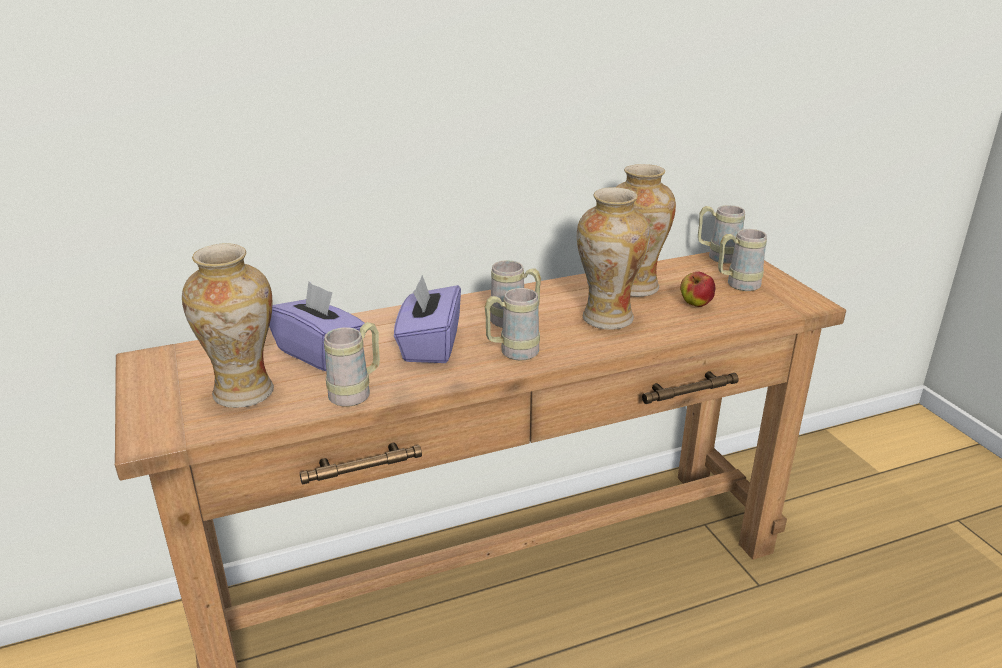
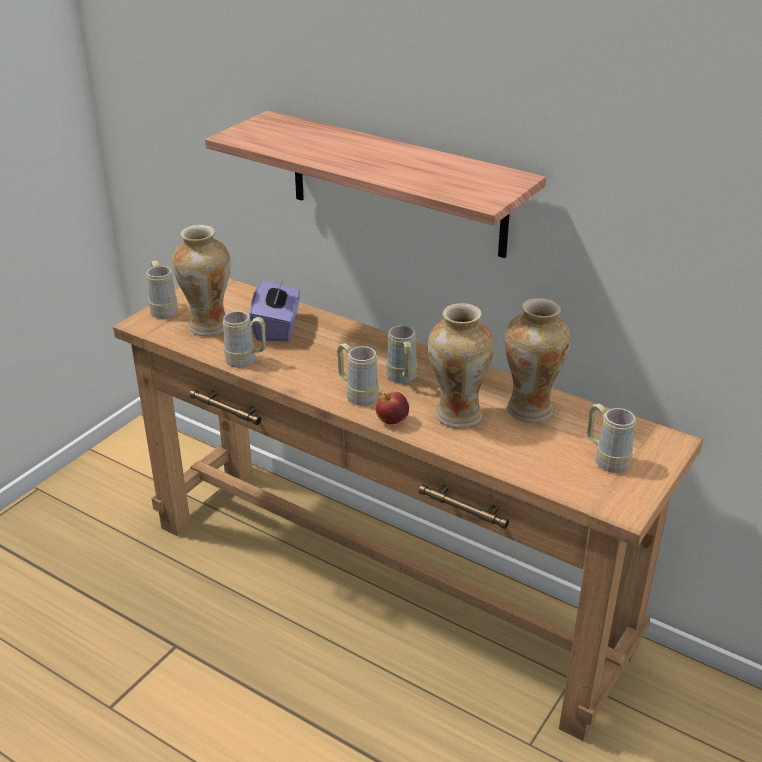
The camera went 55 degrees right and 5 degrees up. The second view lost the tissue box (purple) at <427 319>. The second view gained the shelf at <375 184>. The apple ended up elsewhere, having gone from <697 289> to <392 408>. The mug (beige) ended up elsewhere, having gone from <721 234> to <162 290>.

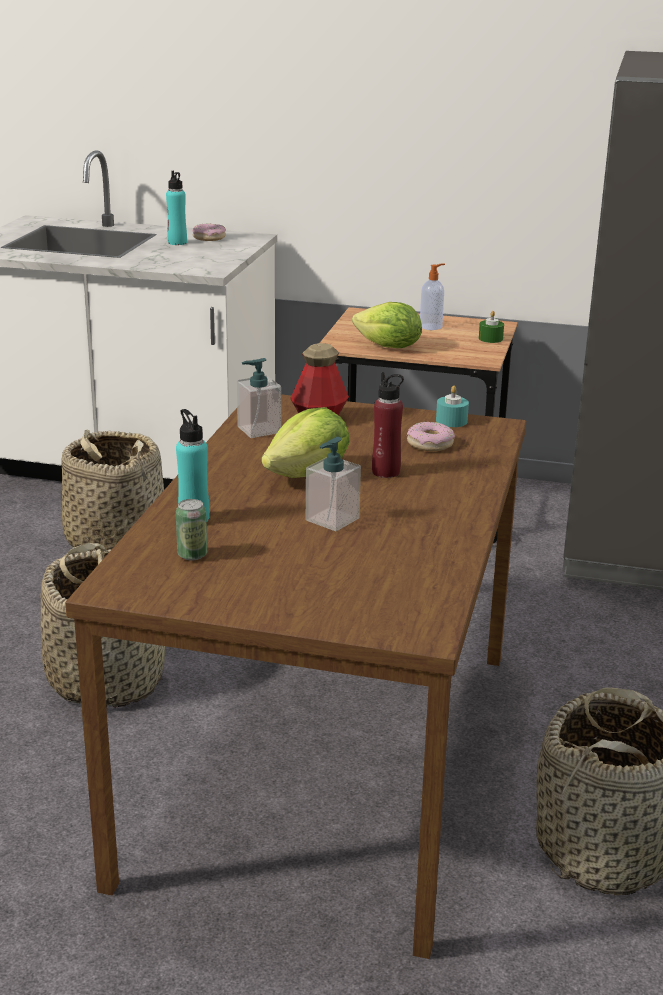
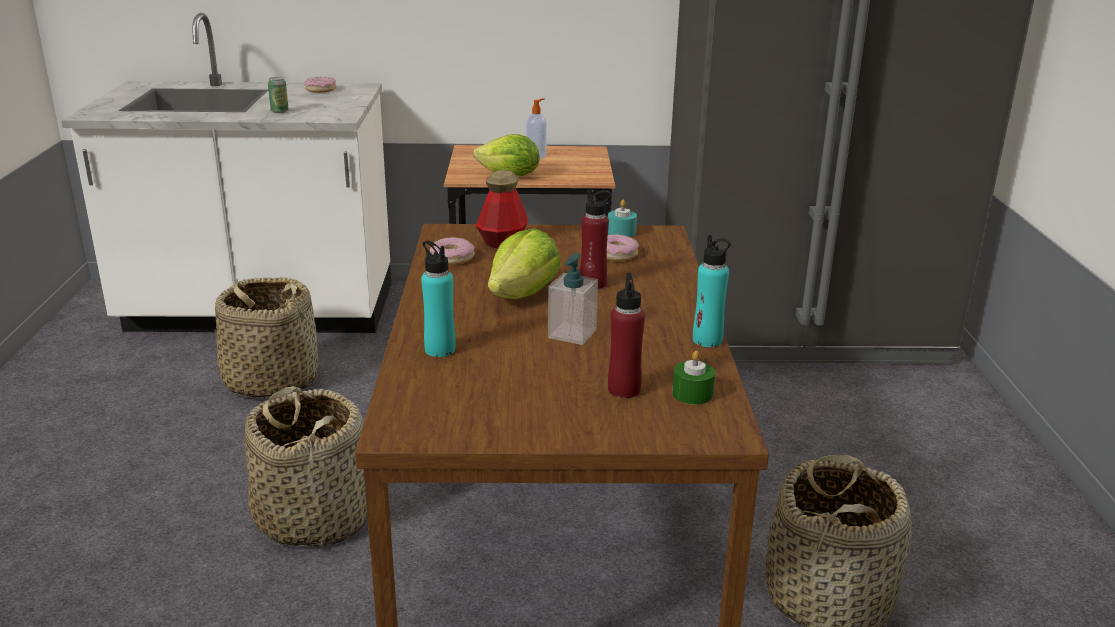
The camera went 15 degrees left and 0 degrees up. The second view gained the bottle (red) at <626 335>. The bottle (turquoise) ended up elsewhere, having gone from <176 208> to <712 291>. The can ended up elsewhere, having gone from <191 529> to <278 95>. The candle (green) ended up elsewhere, having gone from <491 327> to <693 378>. Where the soap dispenser stood at <259 398>, the donut came to stand at <452 251>.

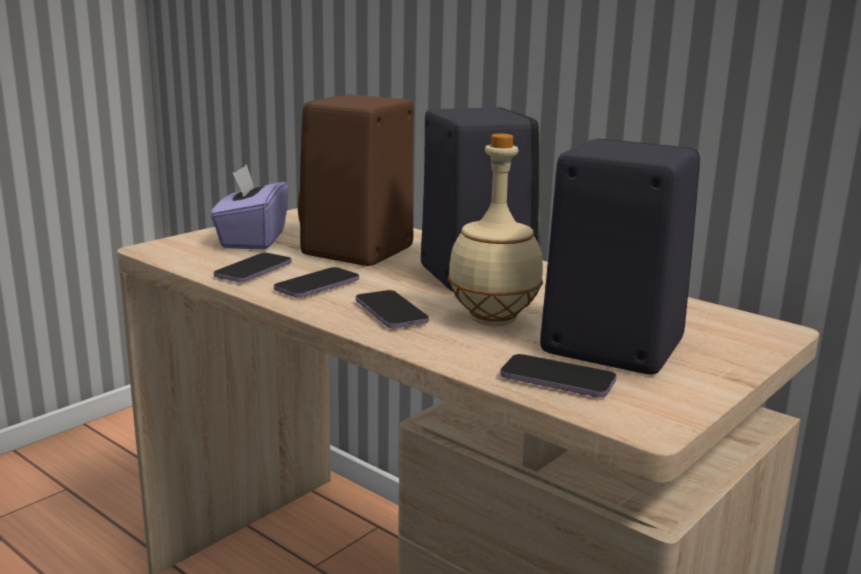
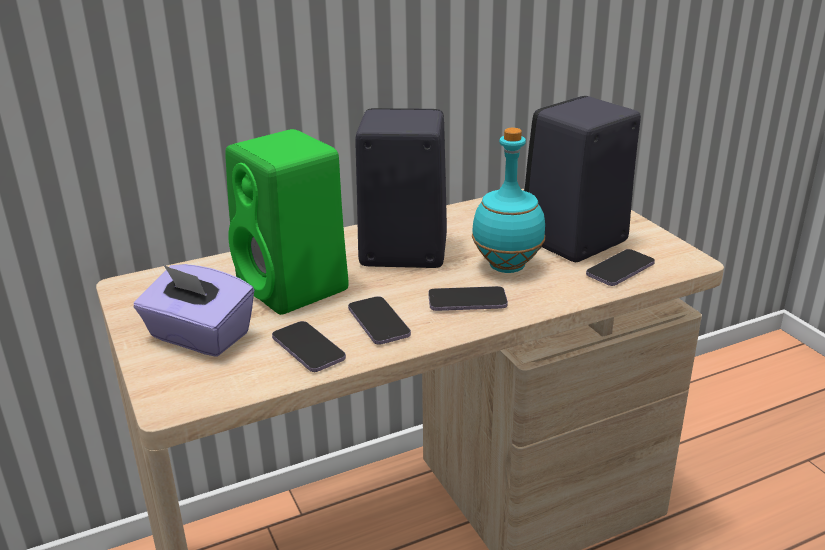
The camera went 65 degrees left and 10 degrees up. What was the speaker (brown) at <356 180> turned into the speaker (green) at <287 222>. What was the bottle (beige) at <495 230> turned into the bottle (turquoise) at <508 200>.

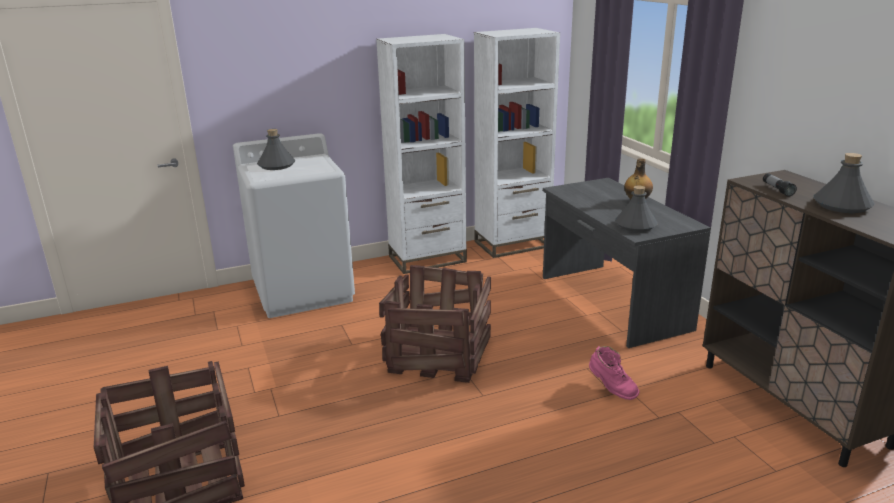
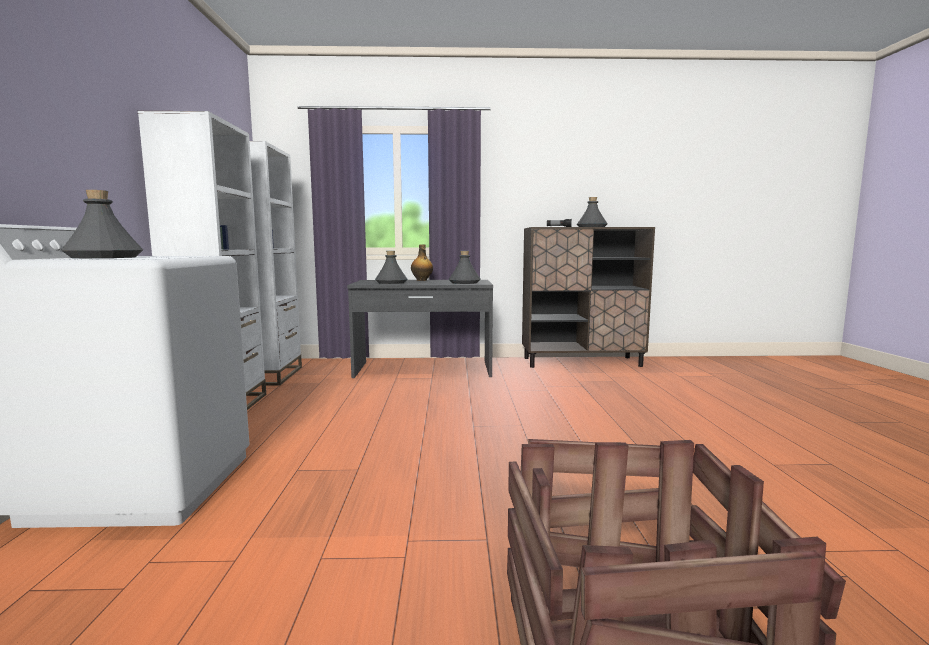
The camera went 70 degrees left and 15 degrees down. The second view lost the crate at <435 324>. The second view lost the boot (pink) at <614 373>. The second view gained the bottle (grey) at <391 267>.

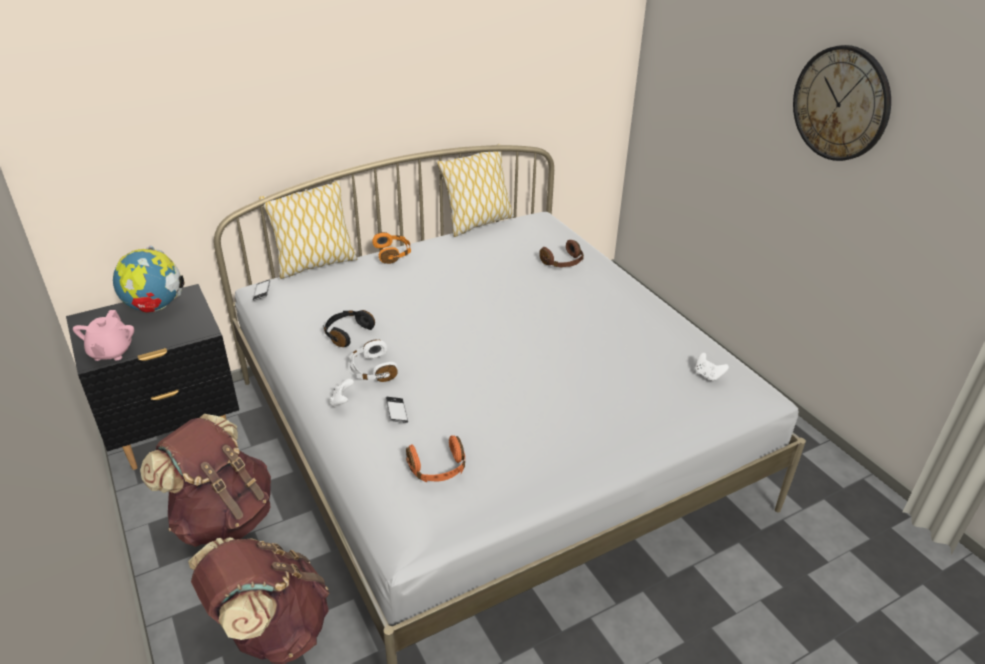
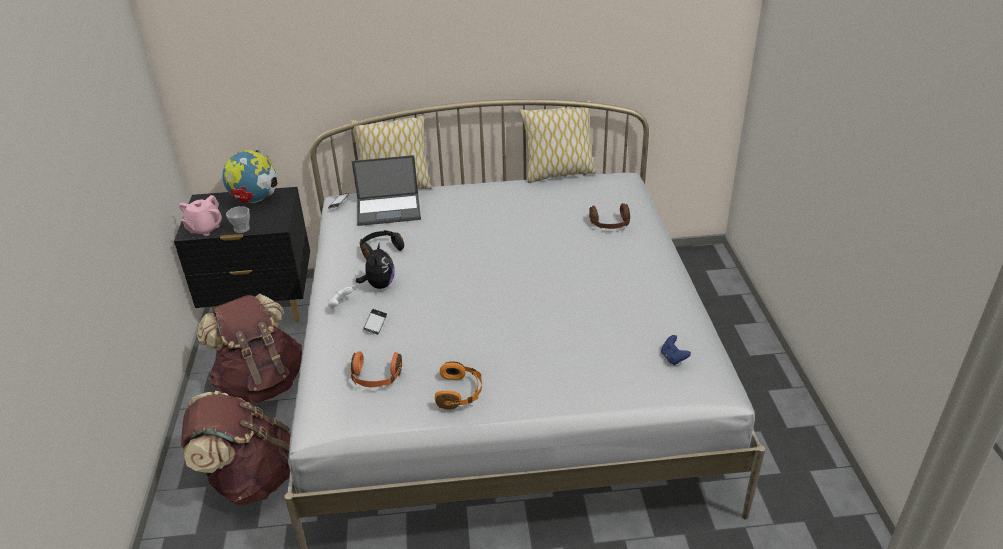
The camera went 25 degrees right and 0 degrees up. The second view lost the wall clock at <842 103>. The second view gained the cup at <238 219>. The second view gained the laptop at <386 190>. The headphones (orange) ended up elsewhere, having gone from <392 248> to <458 385>. Where the headphones (white) stood at <373 361>, the plush toy came to stand at <375 265>. What was the game controller (white) at <712 367> turned into the game controller (blue) at <676 350>.

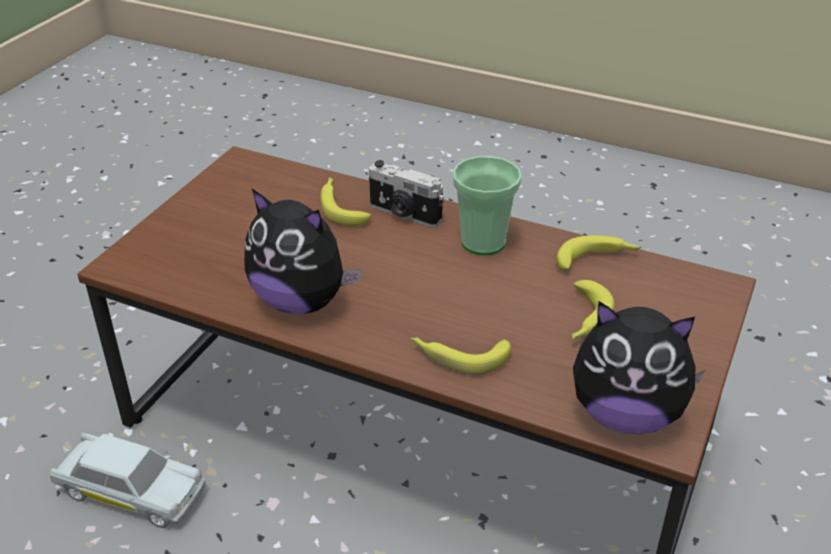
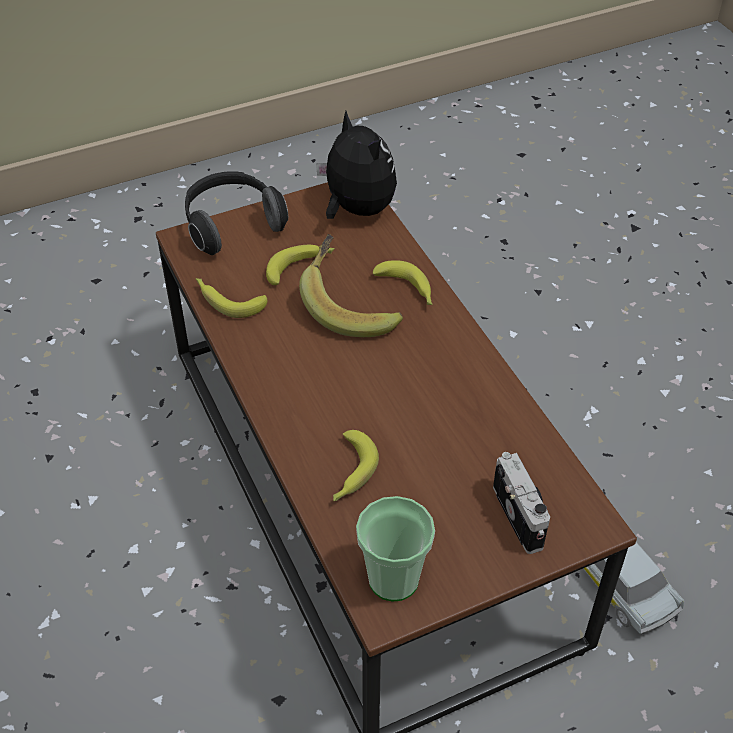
The camera went 140 degrees left and 10 degrees up. The second view lost the plush toy at <303 251>. The second view gained the headphones at <236 213>. The second view gained the banana at <351 285>. The photo camera ended up elsewhere, having gone from <406 194> to <521 503>. The cup ended up elsewhere, having gone from <487 205> to <395 548>.

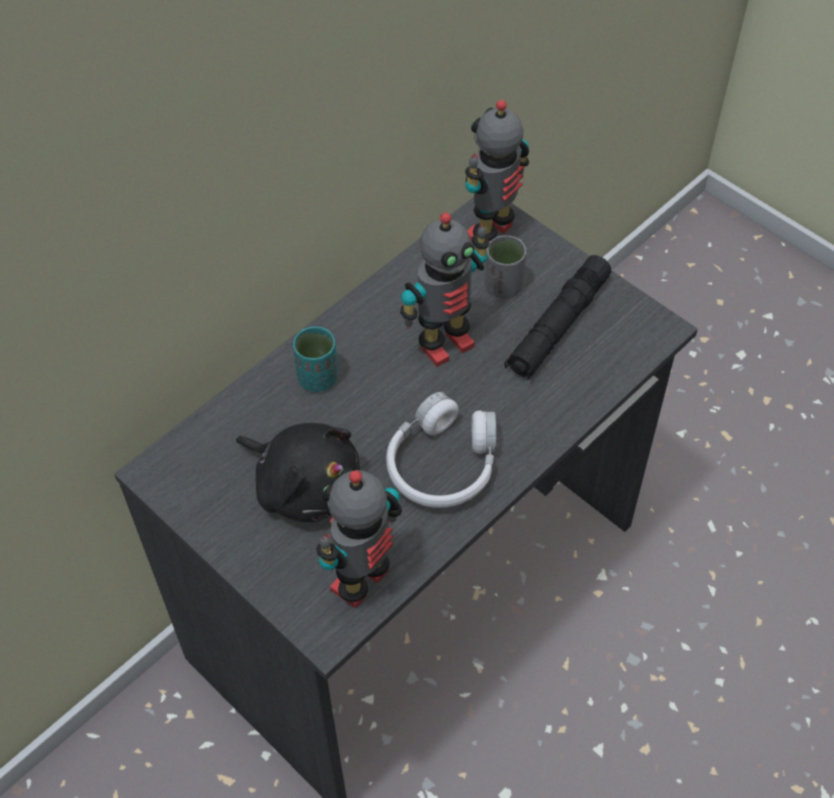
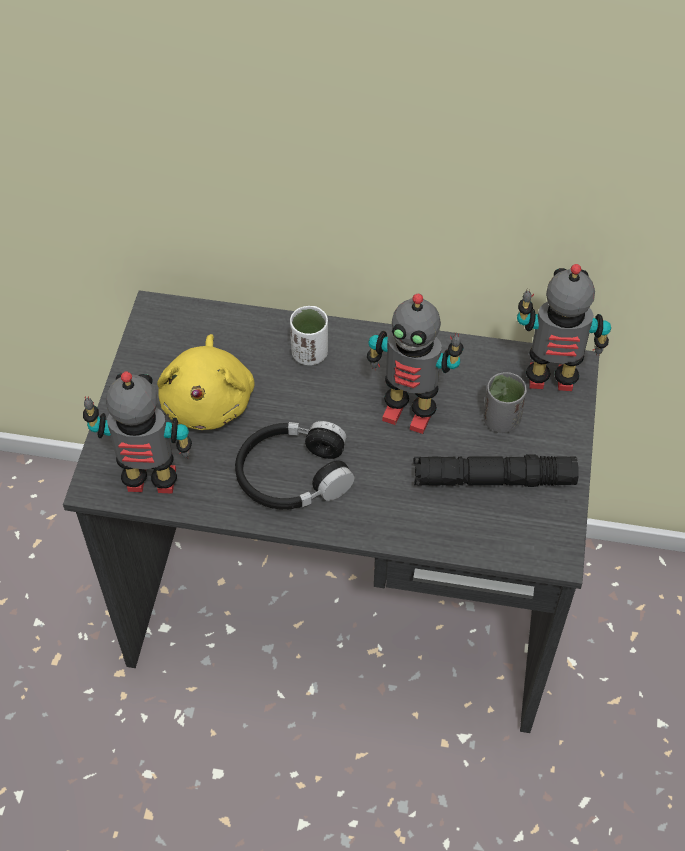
The camera went 55 degrees right and 0 degrees up. What was the plush toy (black) at <298 472> turned into the plush toy (yellow) at <205 382>. What was the cup (turquoise) at <315 359> turned into the cup (white) at <309 335>. What was the headphones (white) at <441 450> turned into the headphones (black) at <294 465>.

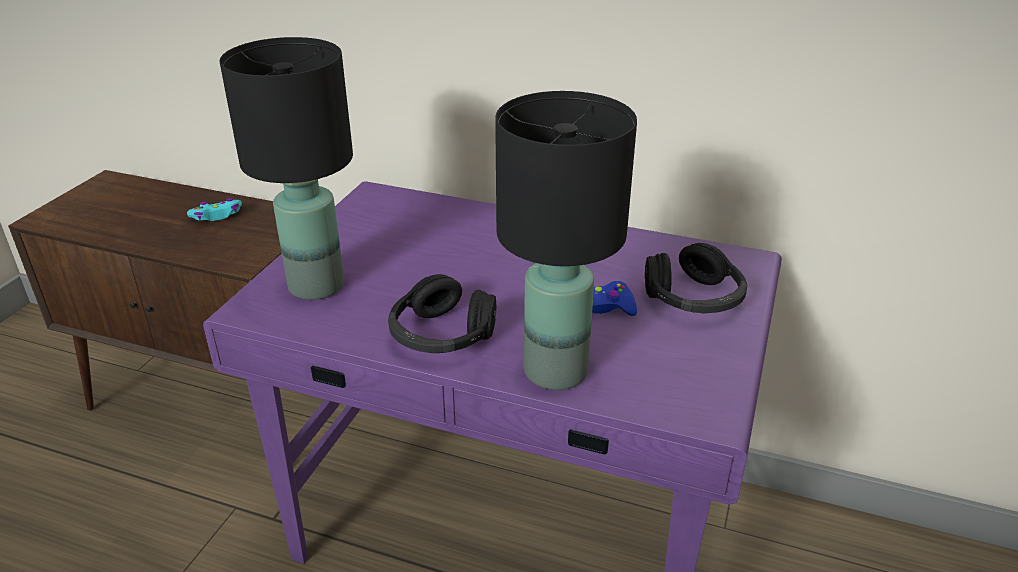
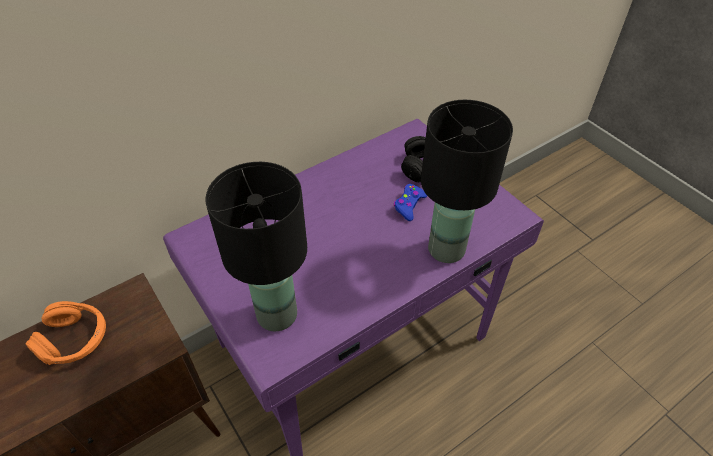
The camera went 55 degrees left and 15 degrees up. The second view lost the headphones (black) at <442 313>. Where the game controller (turquoise) stood at <214 209>, the headphones (orange) came to stand at <66 333>.

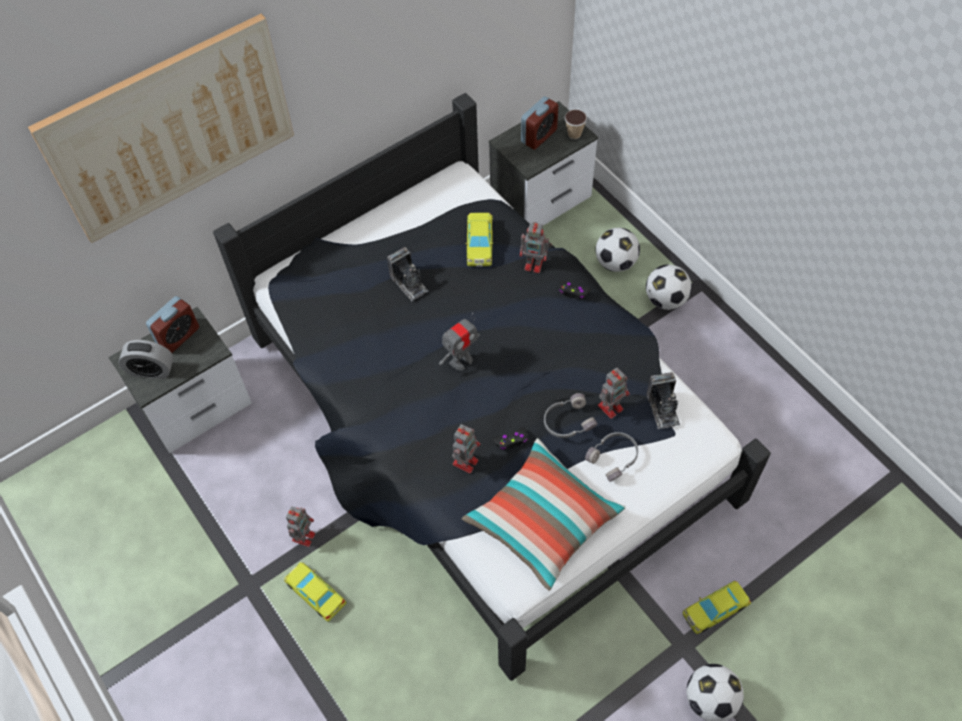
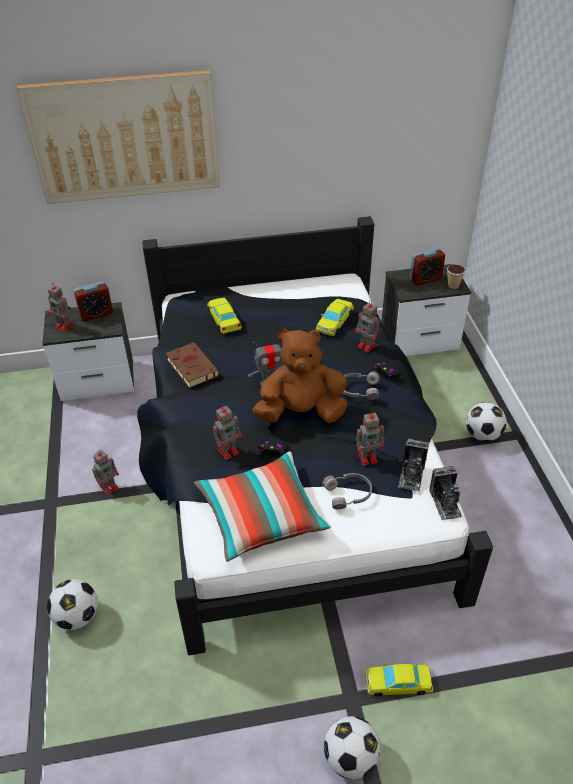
The camera went 25 degrees right and 15 degrees down. The second view gained the book (brown) at <192 365>. The second view gained the plush toy (brown) at <300 376>. The toy car (yellow) ended up elsewhere, having gone from <315 592> to <224 316>. The photo camera ended up elsewhere, having gone from <408 274> to <445 493>. The headphones (grey) ended up elsewhere, having gone from <571 415> to <361 385>. The football ended up elsewhere, having gone from <617 250> to <72 604>. Where the alarm clock stood at <146 359>, the toy robot came to stand at <61 308>.

